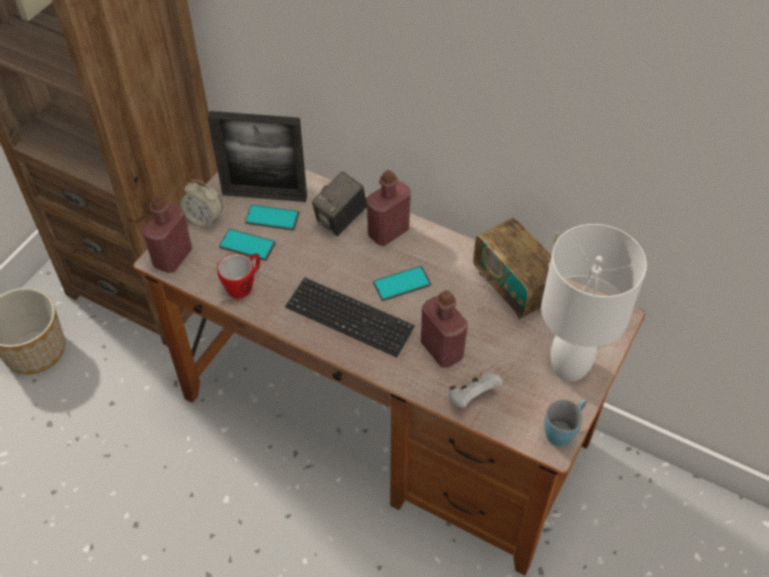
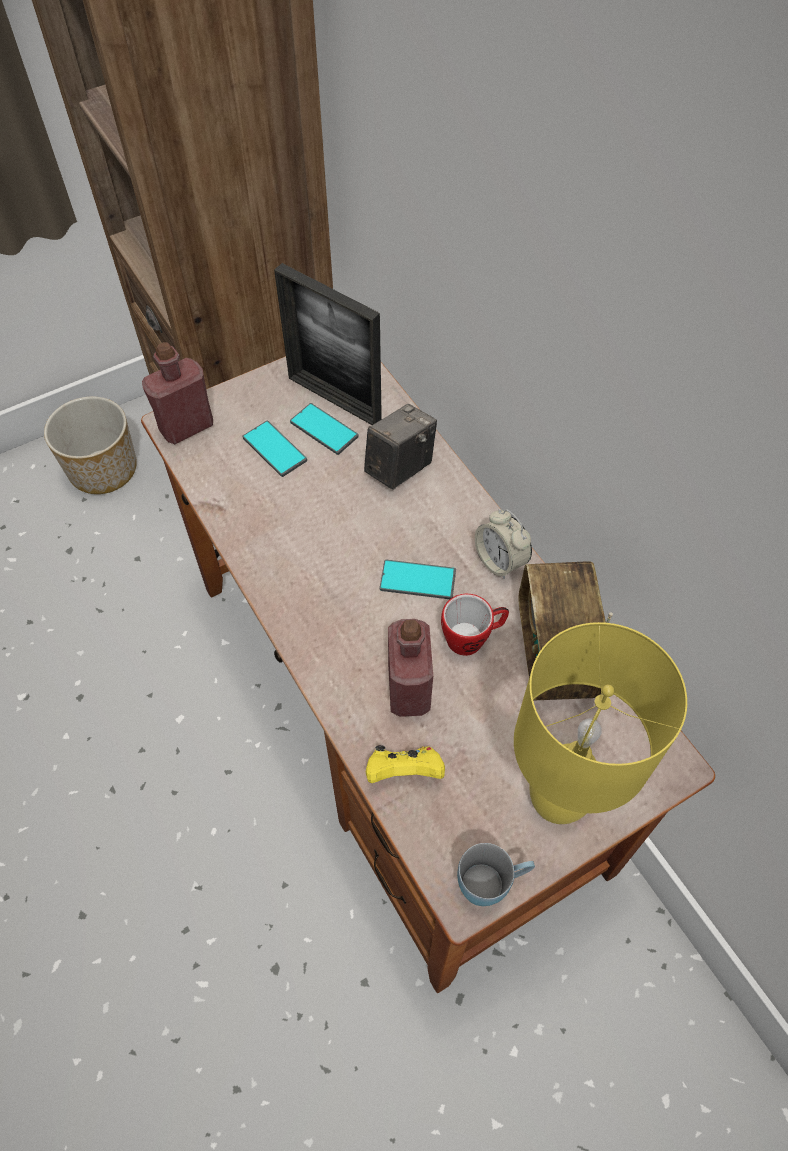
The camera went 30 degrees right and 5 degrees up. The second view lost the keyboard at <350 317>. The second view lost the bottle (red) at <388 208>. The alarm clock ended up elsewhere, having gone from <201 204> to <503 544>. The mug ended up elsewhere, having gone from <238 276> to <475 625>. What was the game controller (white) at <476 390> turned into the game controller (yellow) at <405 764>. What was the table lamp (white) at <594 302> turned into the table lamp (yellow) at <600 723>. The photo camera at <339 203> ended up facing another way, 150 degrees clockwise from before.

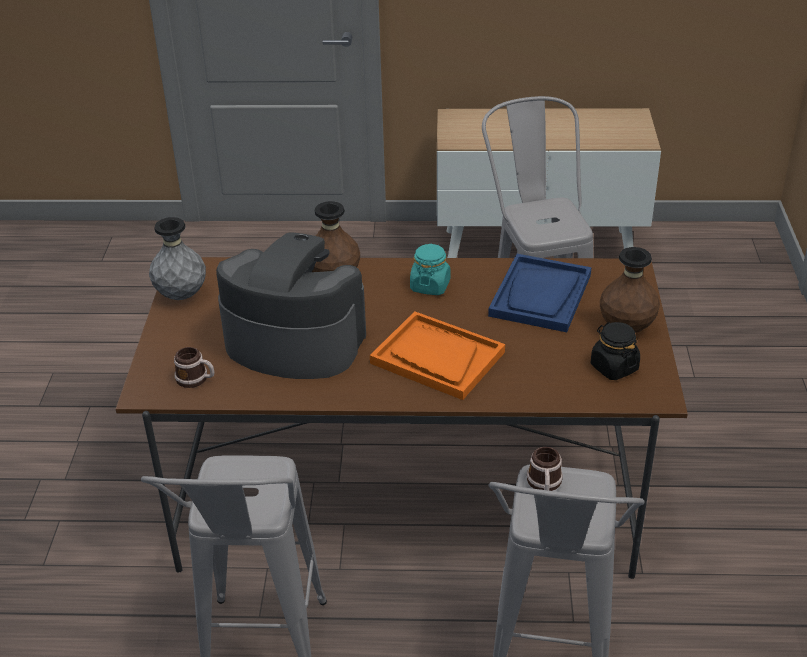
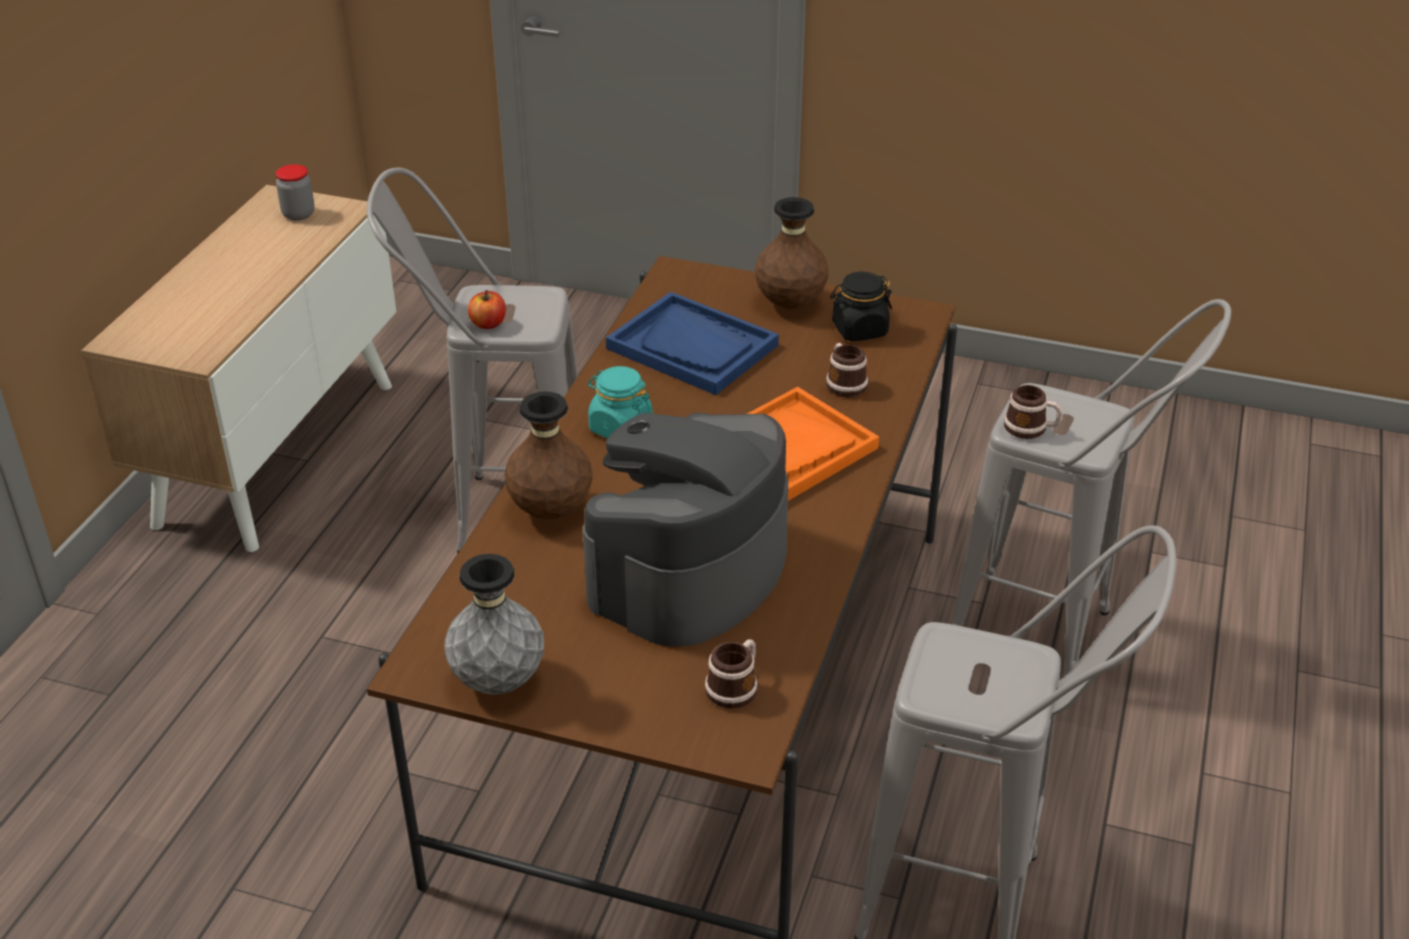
The camera went 75 degrees left and 0 degrees up. The second view gained the jar at <295 192>. The second view gained the apple at <487 309>. The second view gained the mug at <847 370>.

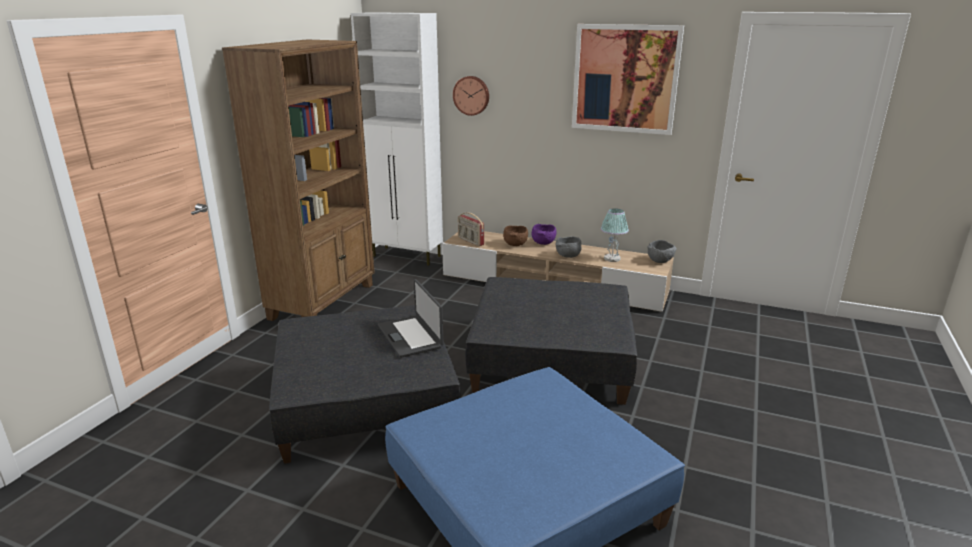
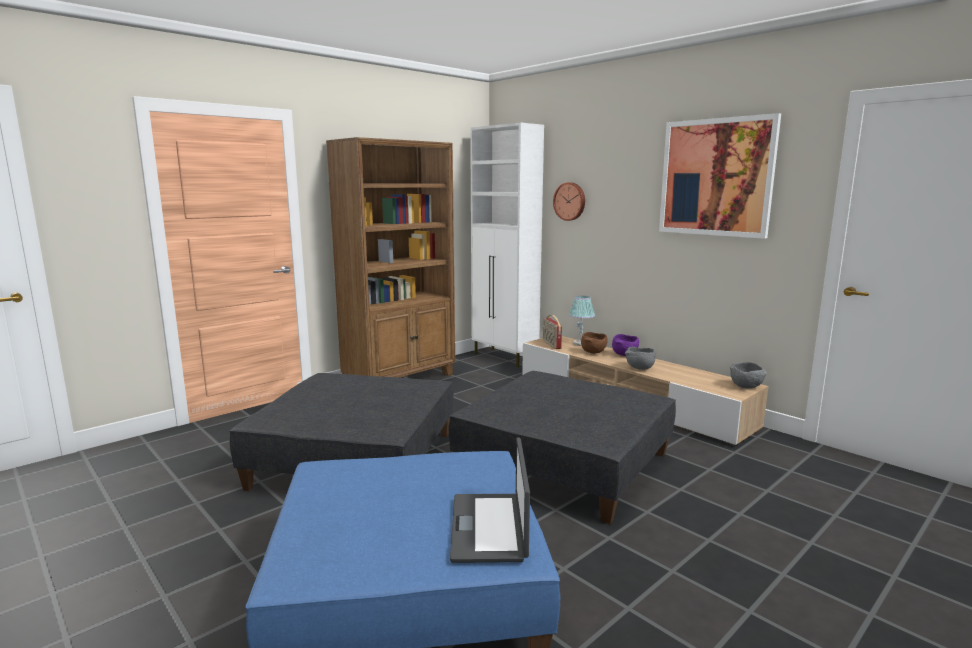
The camera went 25 degrees right and 10 degrees down. The laptop ended up elsewhere, having gone from <411 318> to <490 500>. The table lamp ended up elsewhere, having gone from <615 235> to <582 321>.

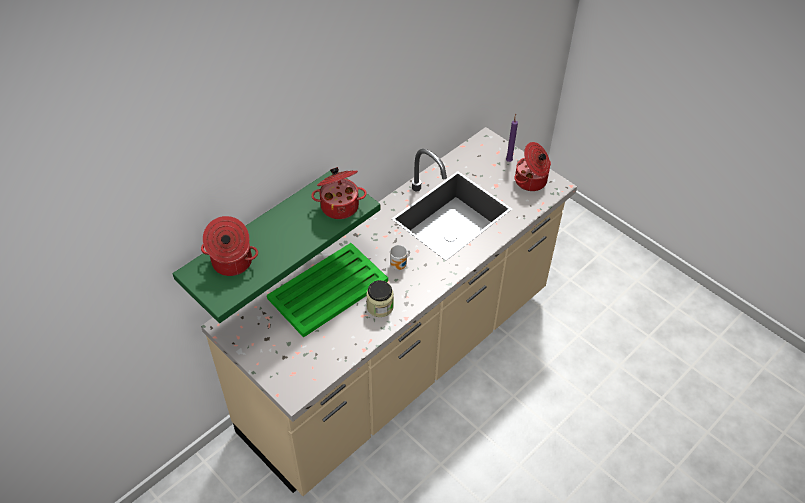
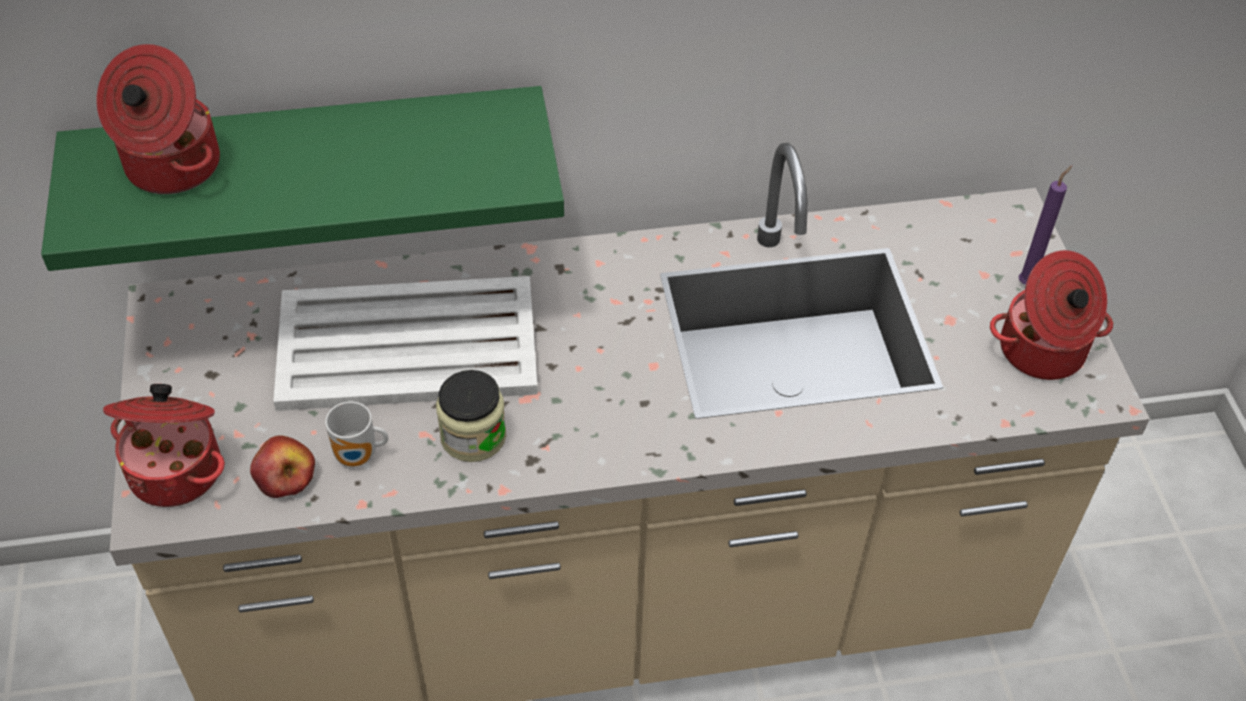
The camera went 35 degrees right and 0 degrees up. The second view gained the apple at <282 466>. The cooking pot ended up elsewhere, having gone from <339 193> to <164 445>. The mug ended up elsewhere, having gone from <400 257> to <356 433>. What was the tray (green) at <327 290> turned into the tray (white) at <405 343>.

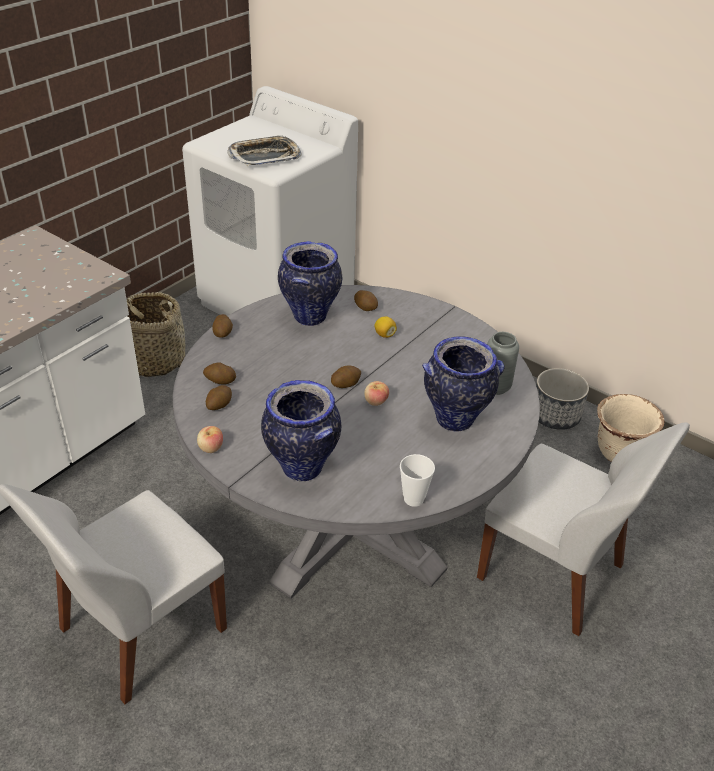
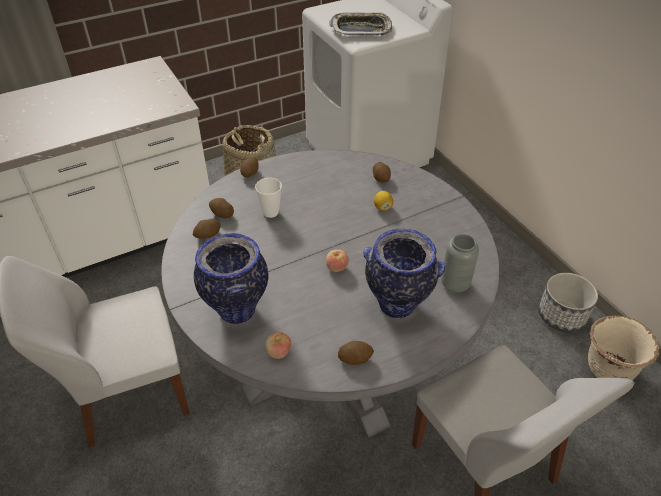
The camera went 25 degrees right and 5 degrees up. The second view lost the vase at <310 283>. The apple ended up elsewhere, having gone from <210 439> to <278 345>. The potato ended up elsewhere, having gone from <346 376> to <356 353>. The cup ended up elsewhere, having gone from <417 480> to <268 198>.

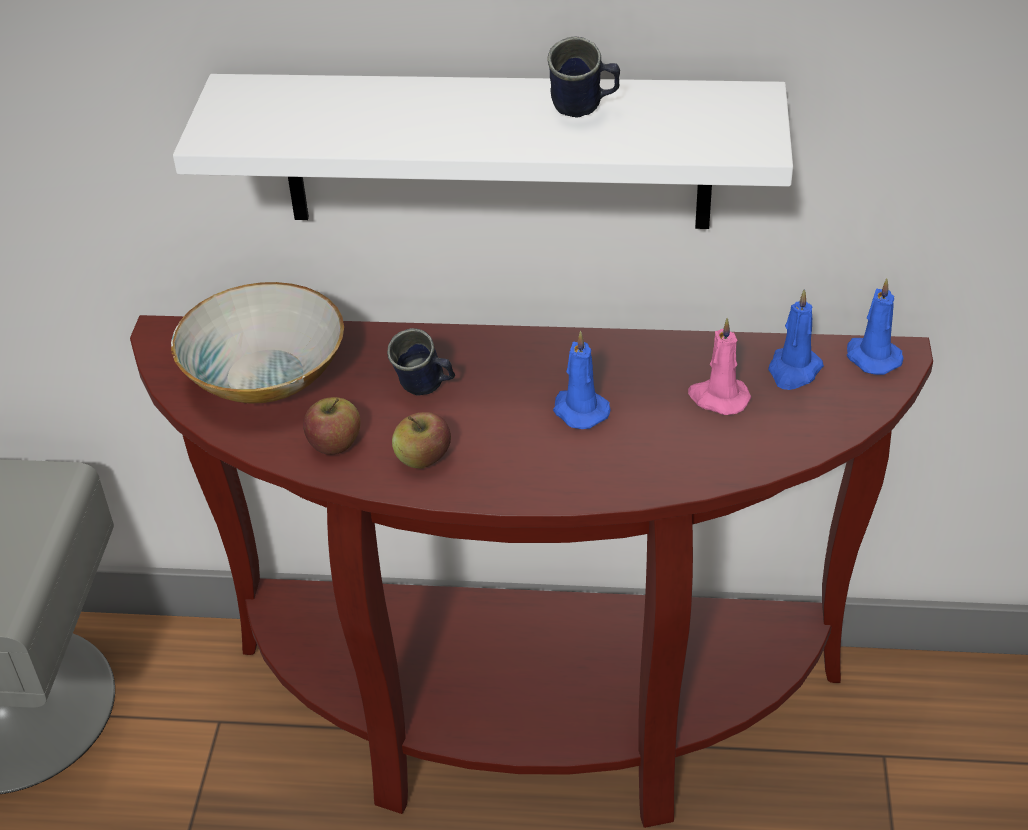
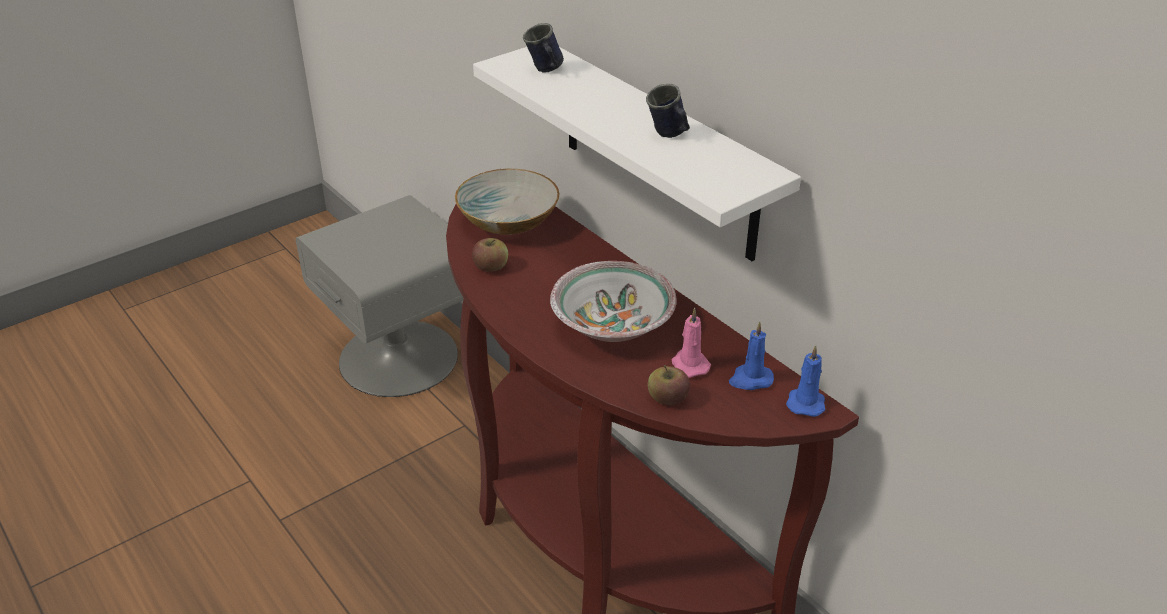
The camera went 45 degrees right and 5 degrees down. The mug (blue) ended up elsewhere, having gone from <421 362> to <543 48>. The apple ended up elsewhere, having gone from <421 440> to <669 385>. Where the candle (blue) stood at <582 380>, the bowl came to stand at <613 301>.

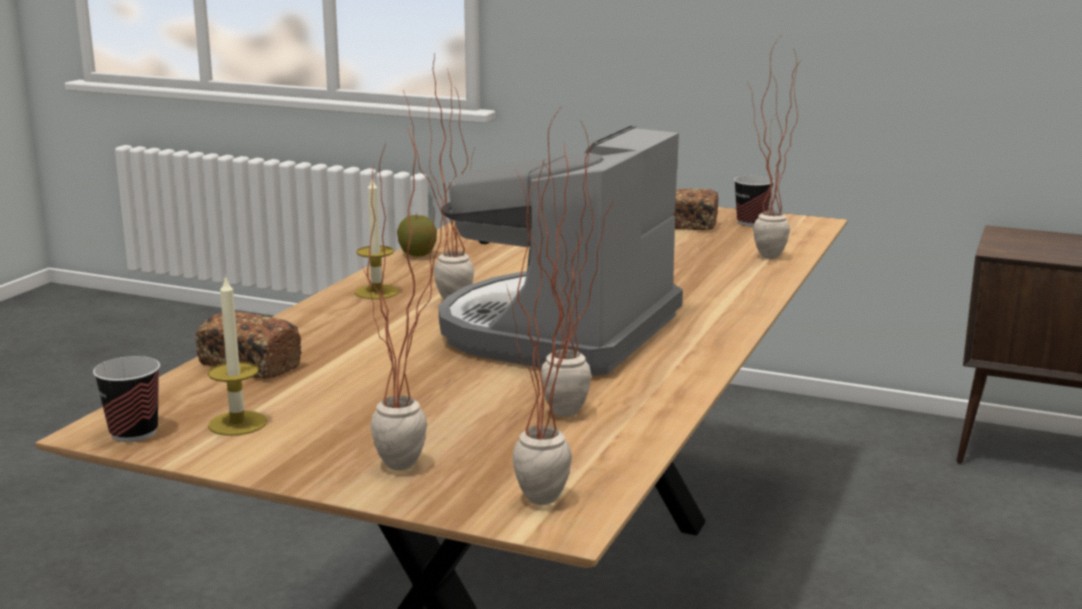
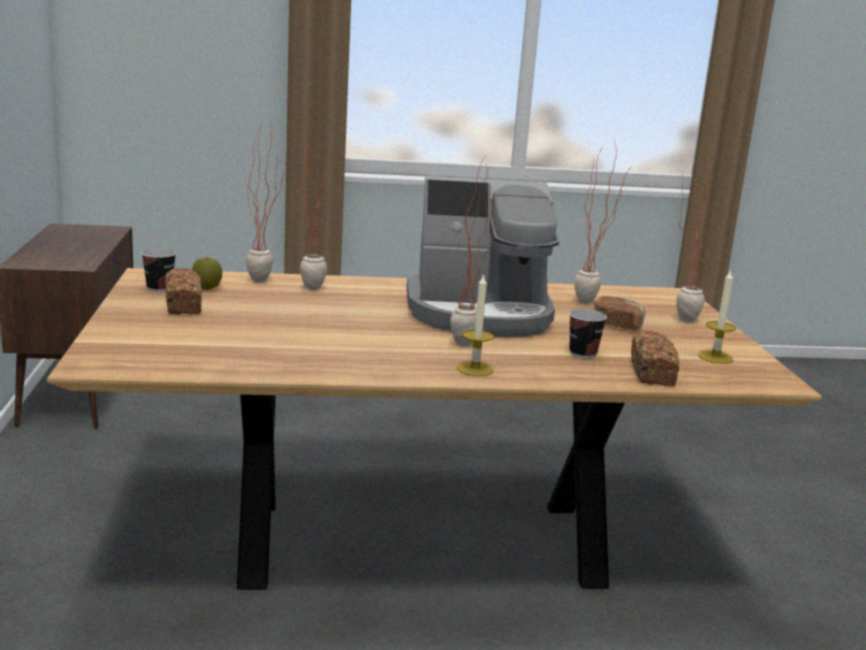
The camera went 120 degrees left and 0 degrees up. The second view gained the bread at <619 313>. The cup ended up elsewhere, having gone from <126 399> to <588 334>. The apple ended up elsewhere, having gone from <417 234> to <207 273>. The potted plant ended up elsewhere, having gone from <560 323> to <316 206>.

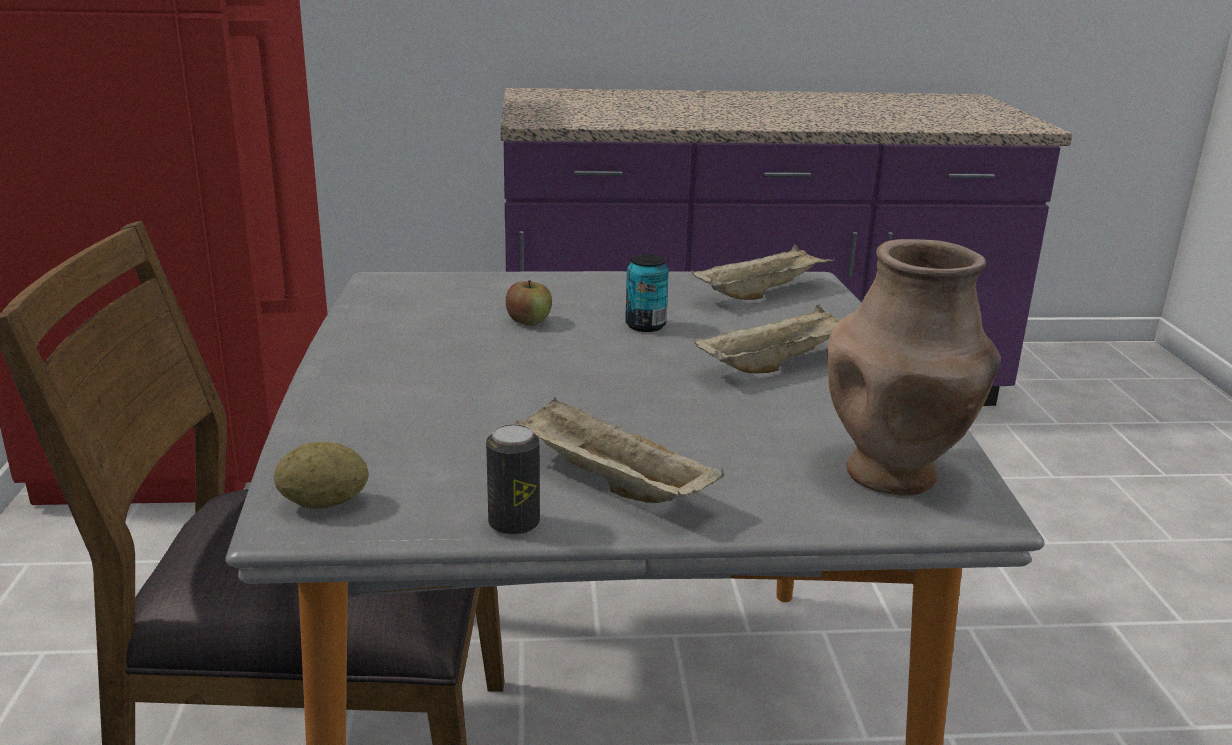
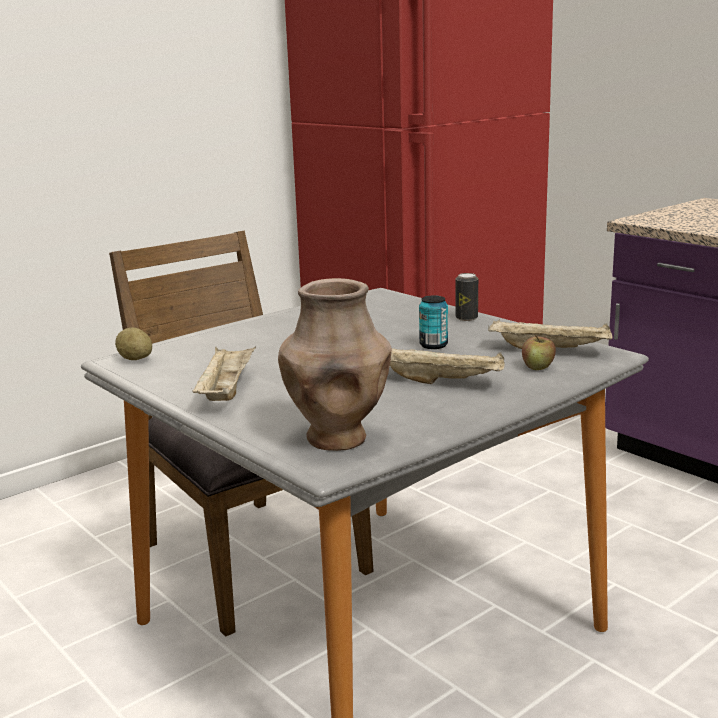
The camera went 55 degrees right and 5 degrees down. The can ended up elsewhere, having gone from <513 479> to <467 297>. The apple ended up elsewhere, having gone from <529 303> to <539 352>.

